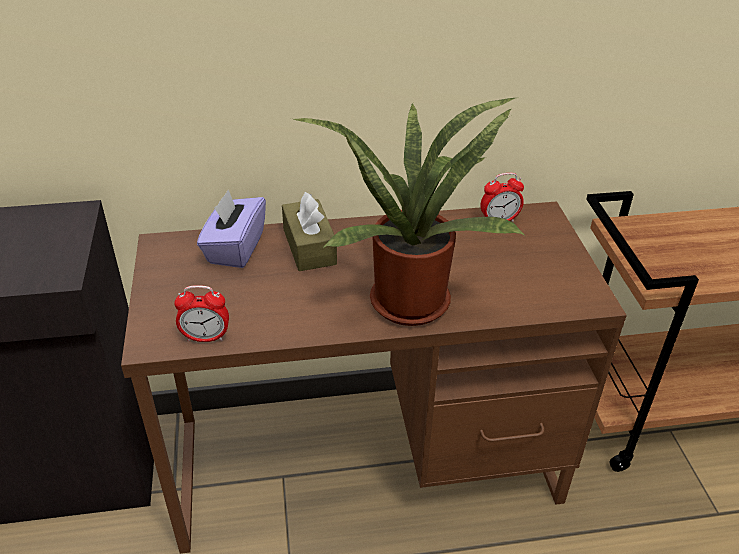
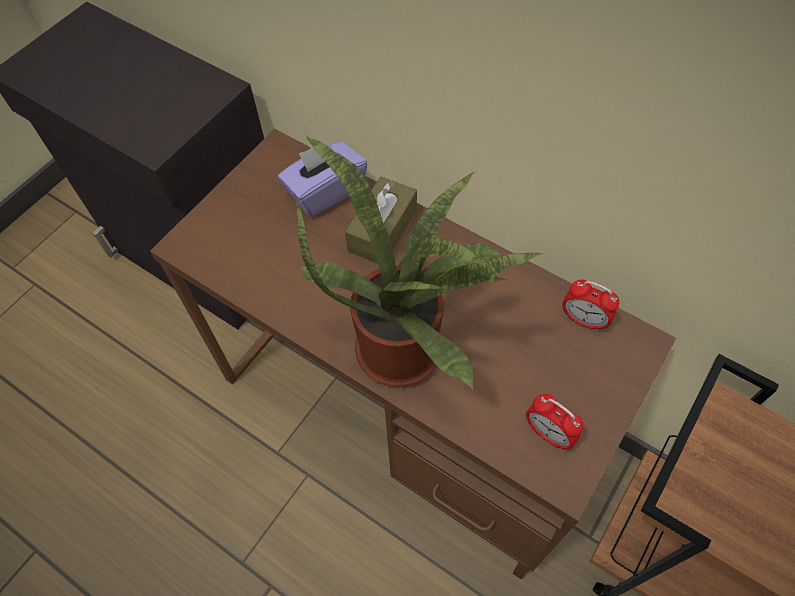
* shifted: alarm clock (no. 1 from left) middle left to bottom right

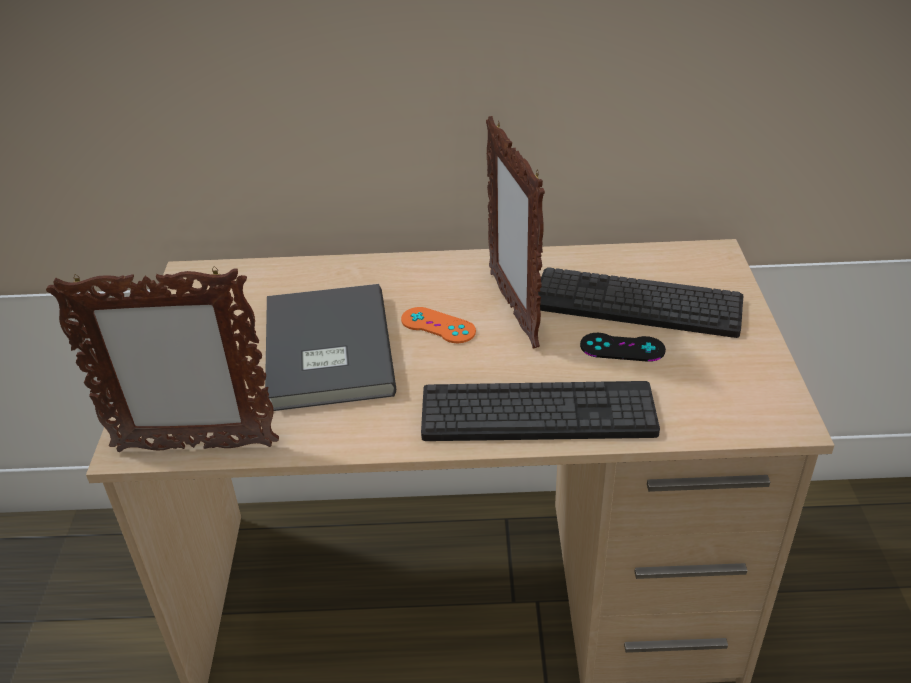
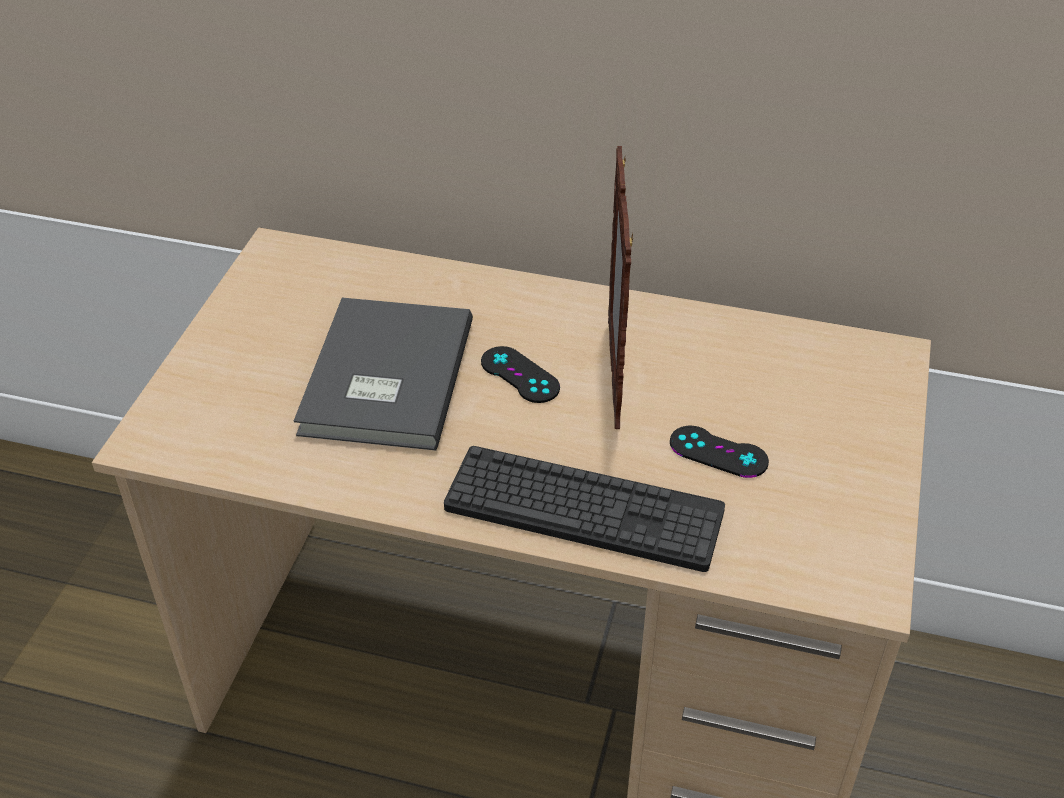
* gone: picture frame (no. 1 from left) middle left
* gone: keyboard (no. 2 from left) middle right
* repainted: game controller/orange centre to game controller/black (no. 1 from left) centre

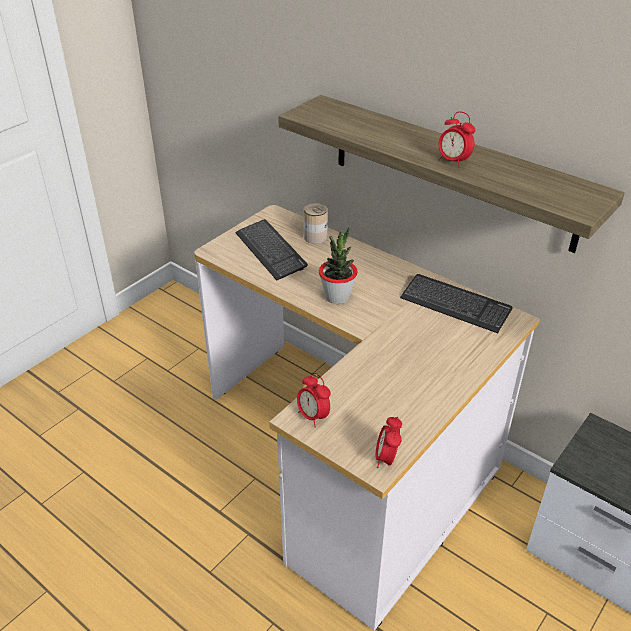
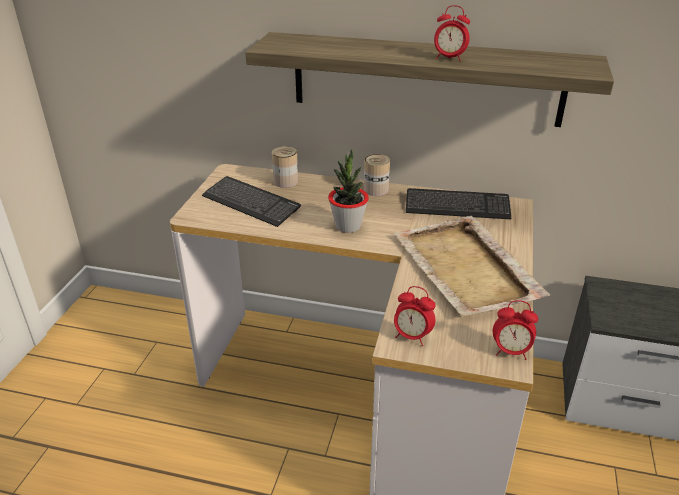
* new: can (no. 2 from left) centre
* new: tray/beige middle right
* rotated: alarm clock (no. 2 from left in the first image) bottom centre = bottom right 60 degrees counterclockwise

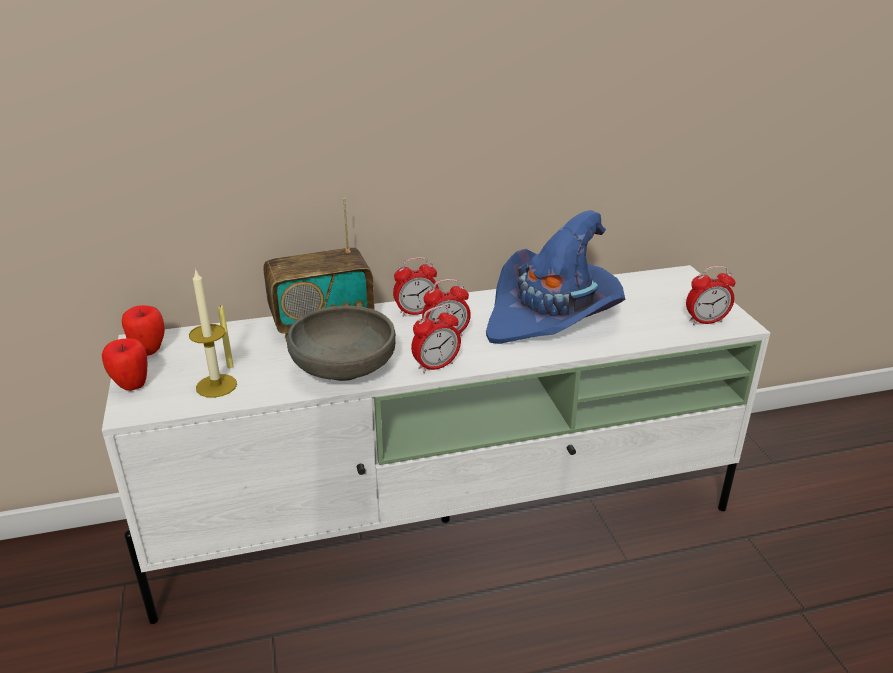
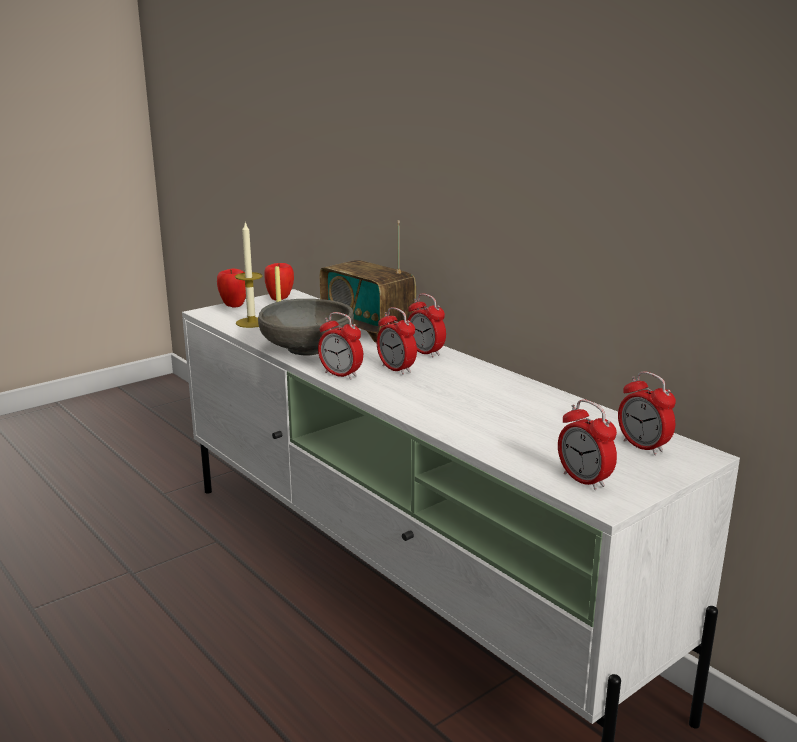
* gone: hat/blue centre
* new: alarm clock (no. 5 from left) middle right

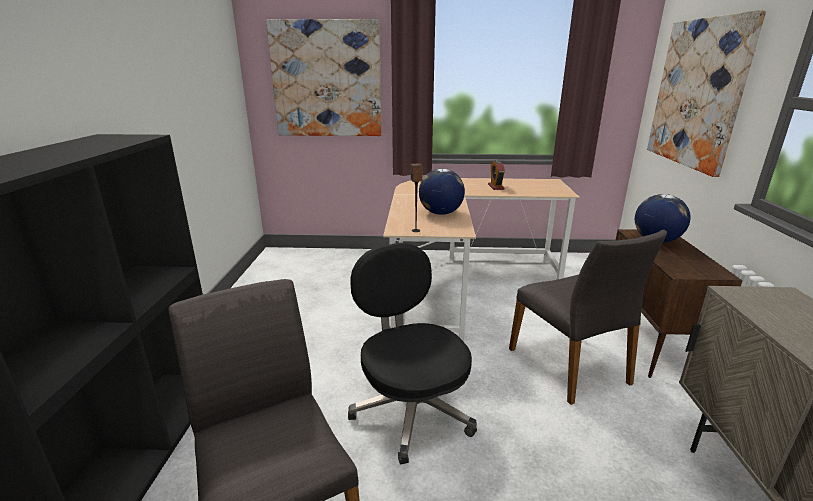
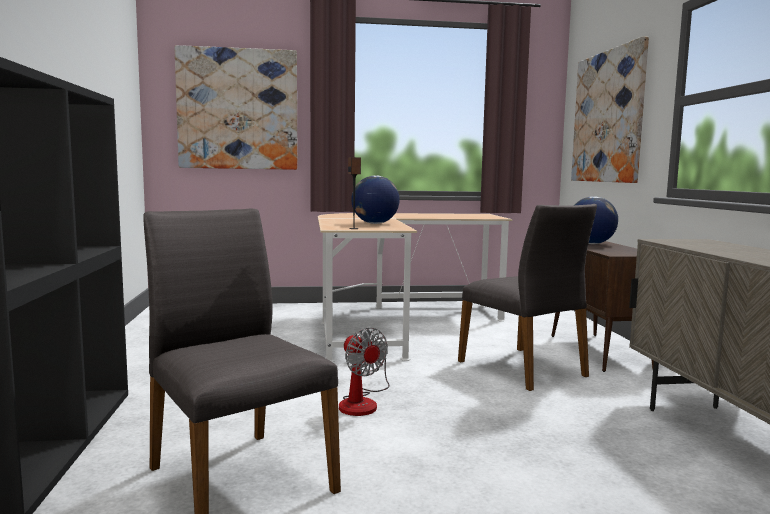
* gone: alarm clock centre
* swapped: office chair/black bottom centre to fan bottom centre

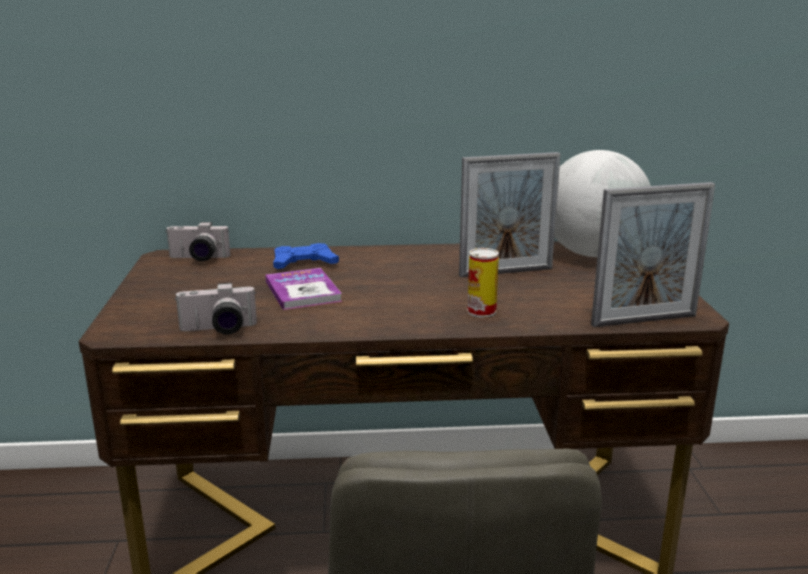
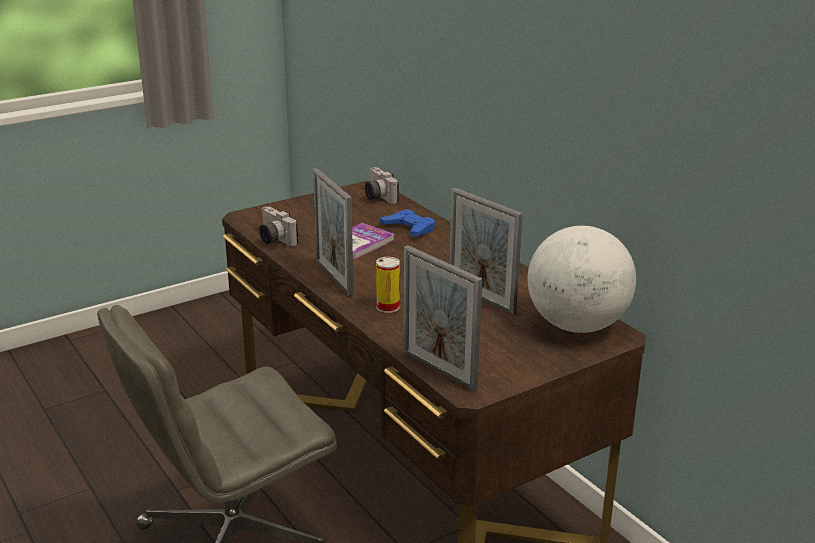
* new: picture frame (no. 1 from left) centre

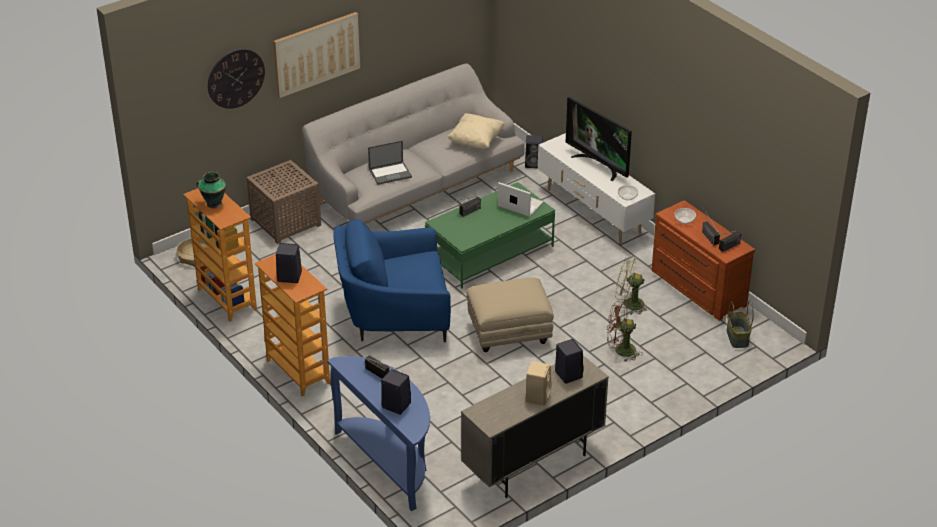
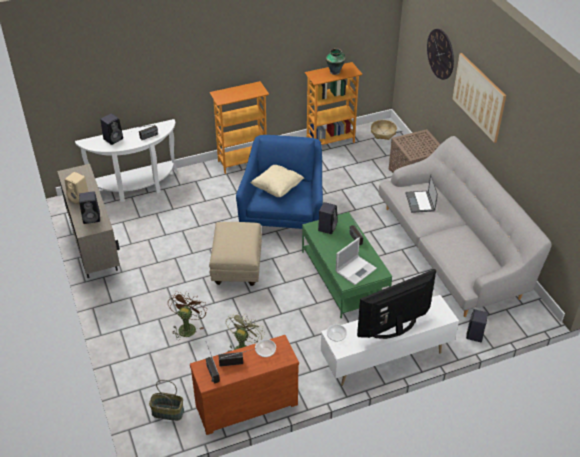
* shifted: speaker/black (no. 1 from left in the first image) middle left to speaker/black (no. 3 from left) centre
* shifted: pillow/beige top centre to centre
* repainted: console table/blue bottom centre to console table/white middle left

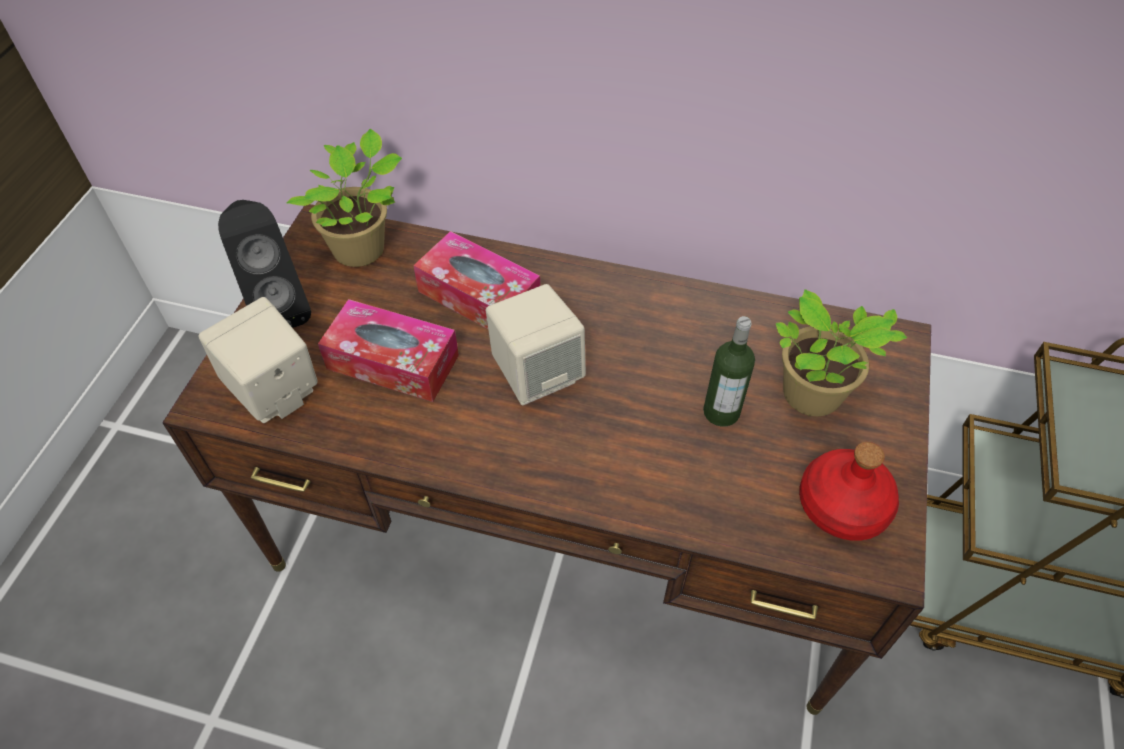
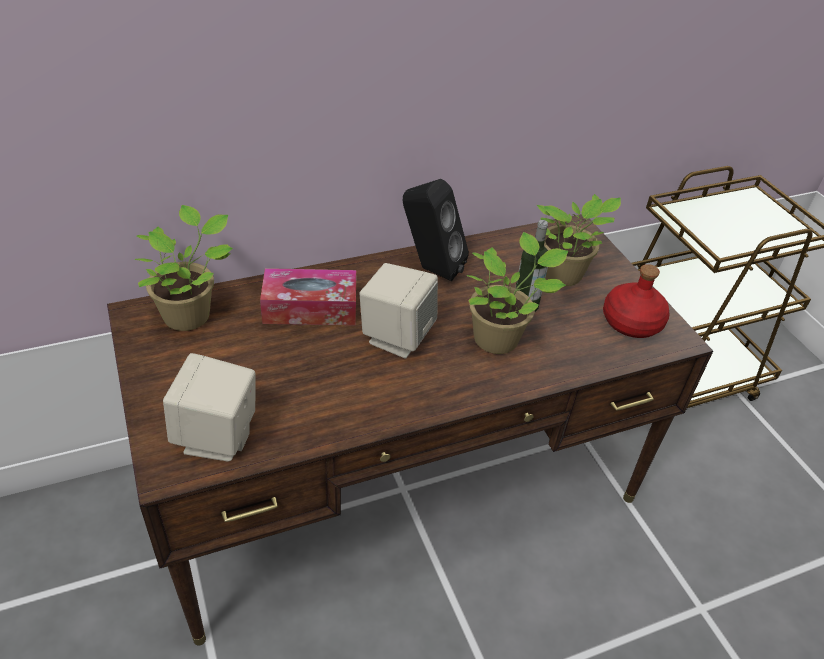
* gone: tissue box (no. 1 from left) centre
* new: potted plant (no. 2 from left) centre
* shifted: speaker/black middle left to centre

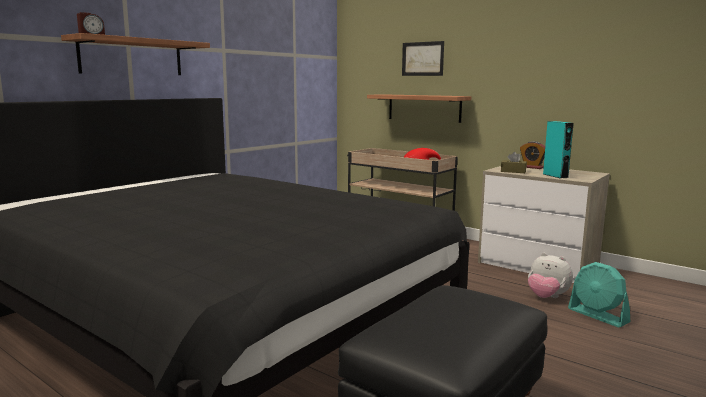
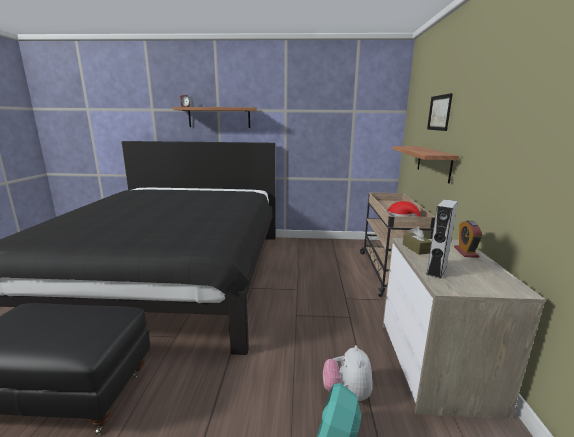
* repainted: speaker/turquoise middle right to speaker/grey middle right

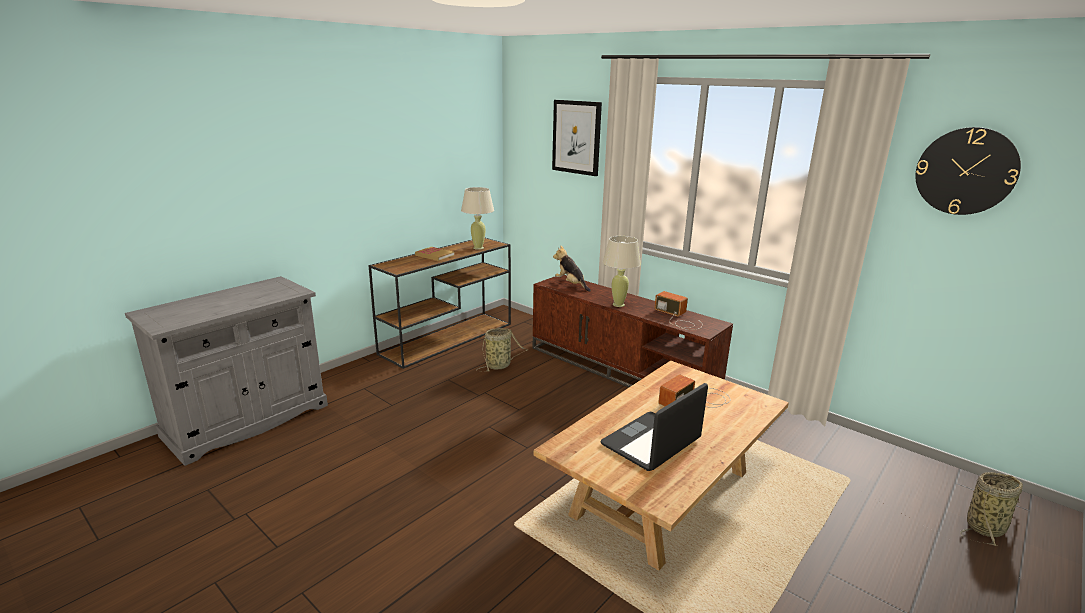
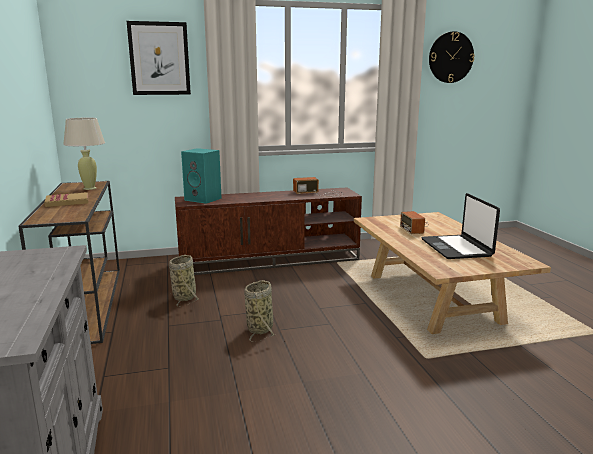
* gone: table lamp/beige (no. 2 from left) centre
* shifted: basket (no. 2 from left) bottom right to bottom centre
* swapped: plush toy centre to speaker/turquoise centre

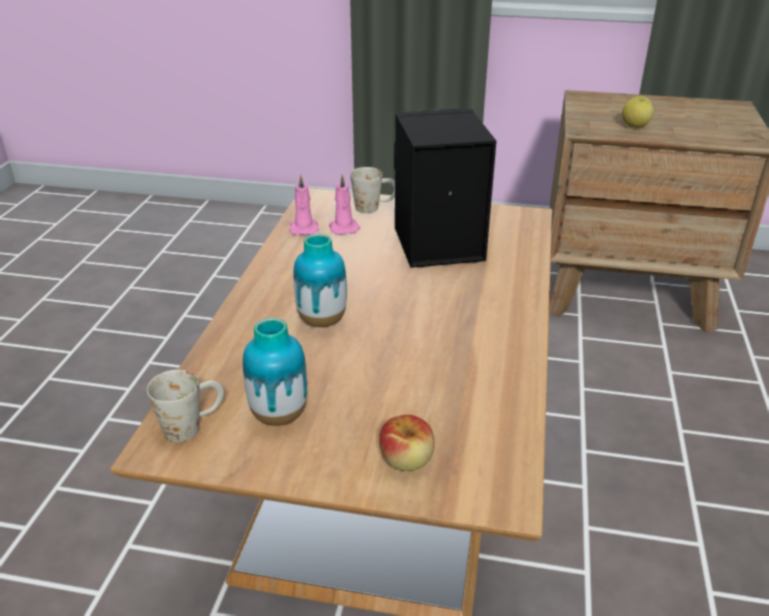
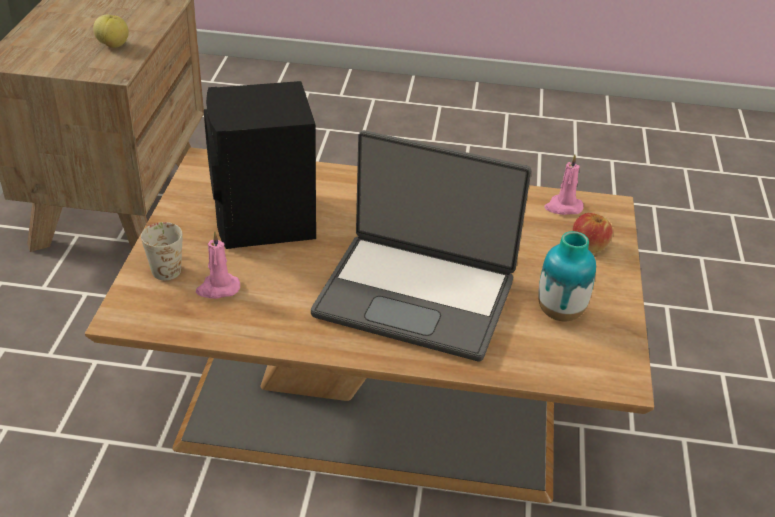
* gone: mug/white (no. 1 from left) middle left
* shifted: candle/pink (no. 1 from left in the first image) top centre to candle/pink (no. 2 from left) middle right
* swapped: vase (no. 2 from left) centre to laptop centre

